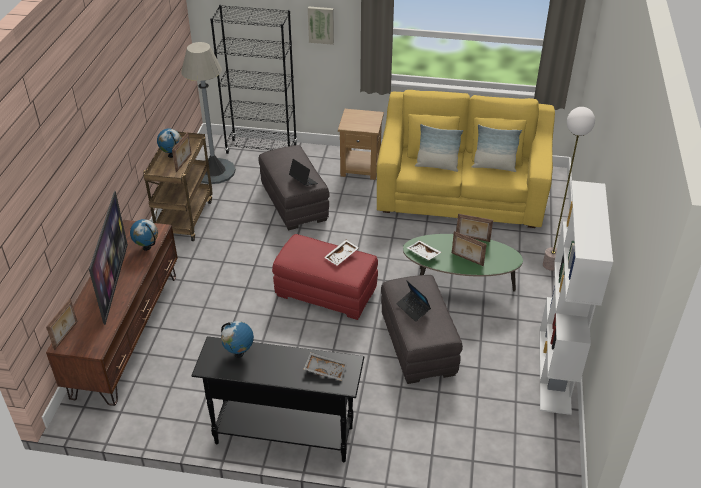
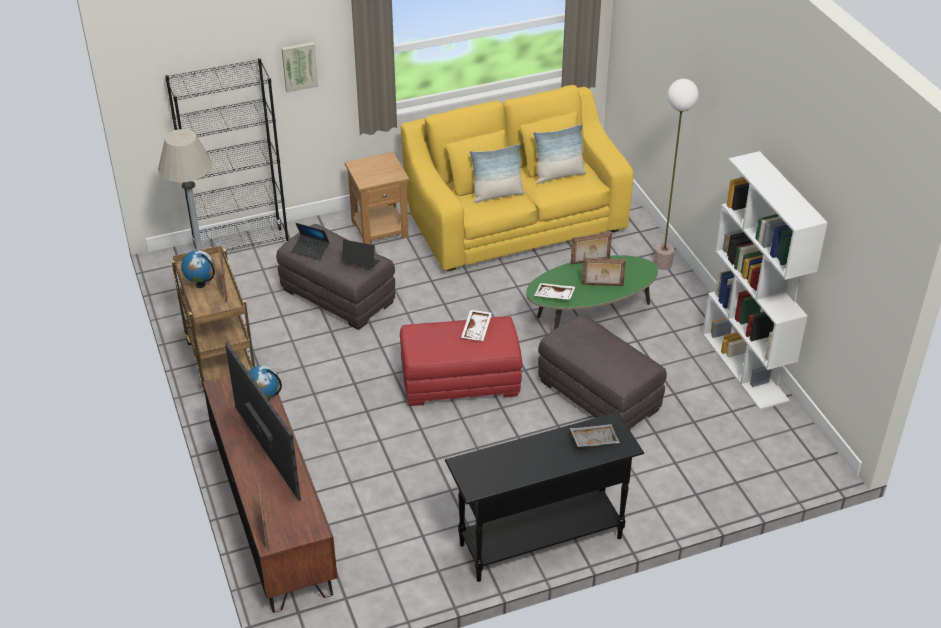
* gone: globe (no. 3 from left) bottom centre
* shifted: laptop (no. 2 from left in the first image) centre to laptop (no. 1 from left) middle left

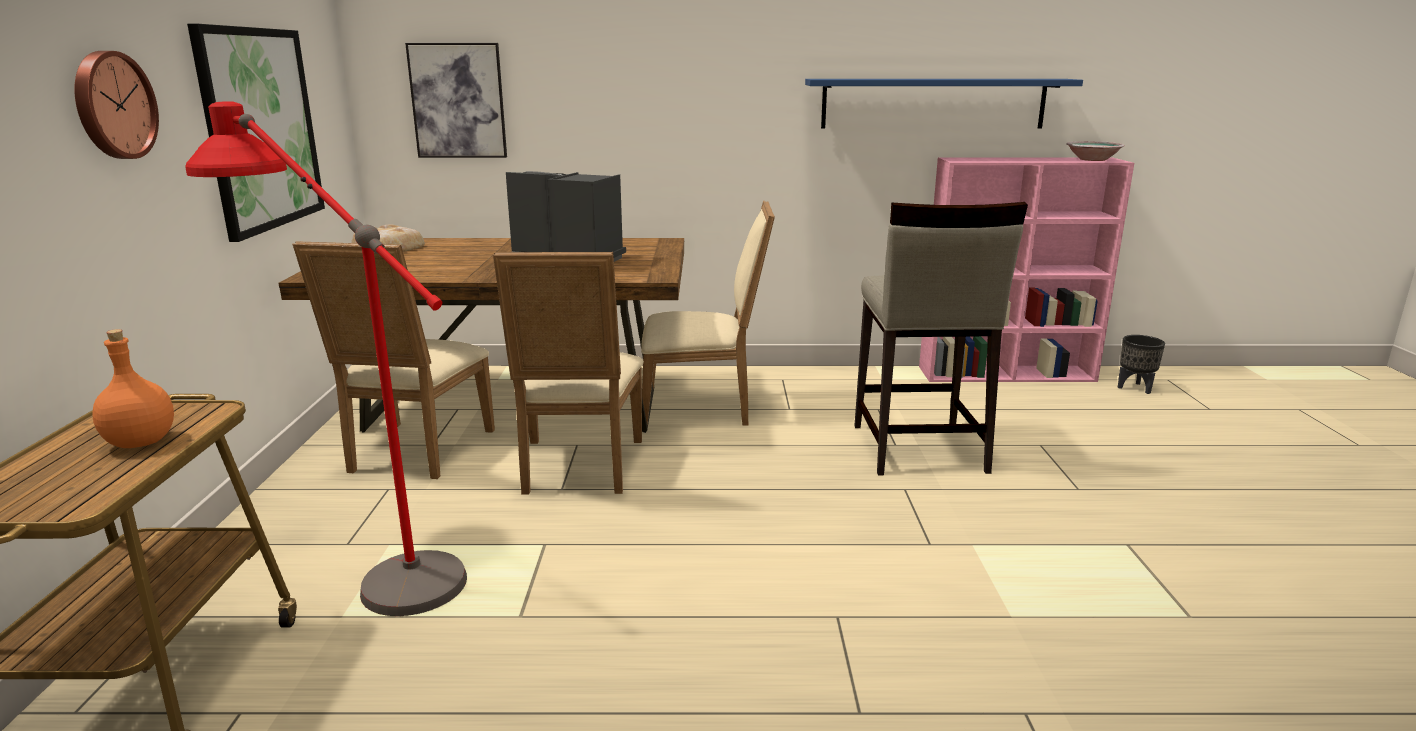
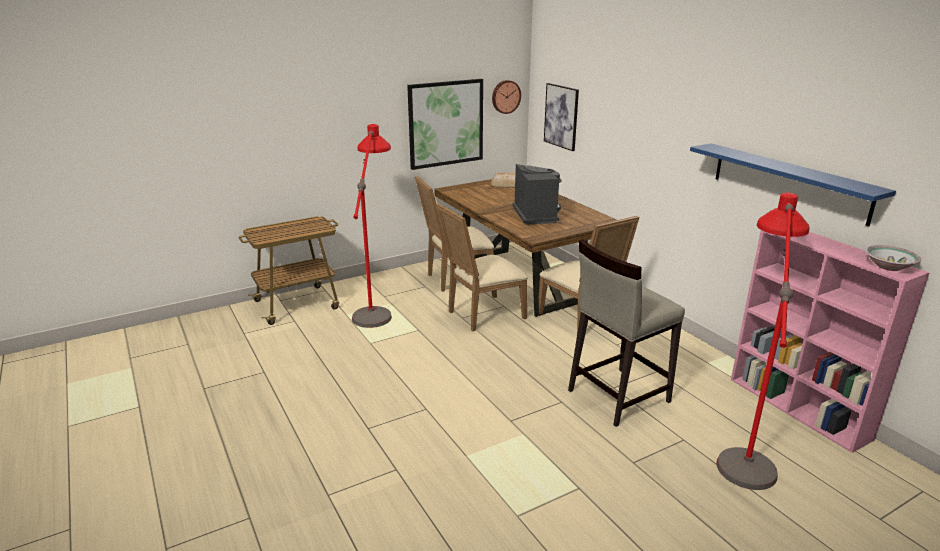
* gone: bottle/orange middle left
* gone: planter/black middle right
* new: floor lamp/red (no. 2 from left) middle right
* shifted: wall clock top left to top centre

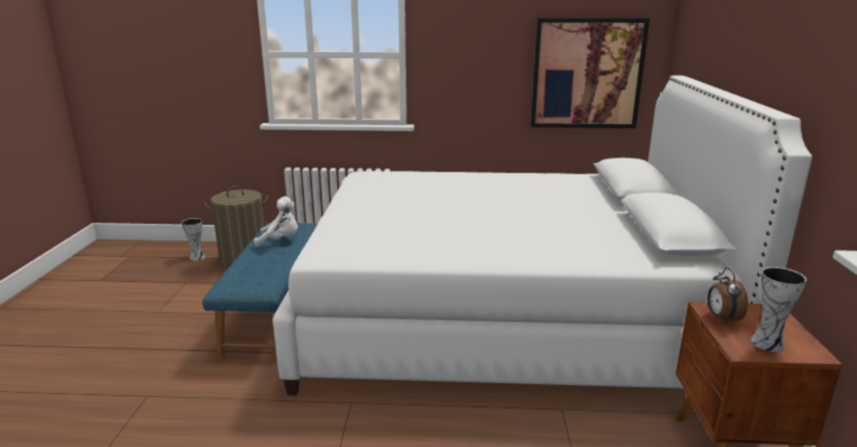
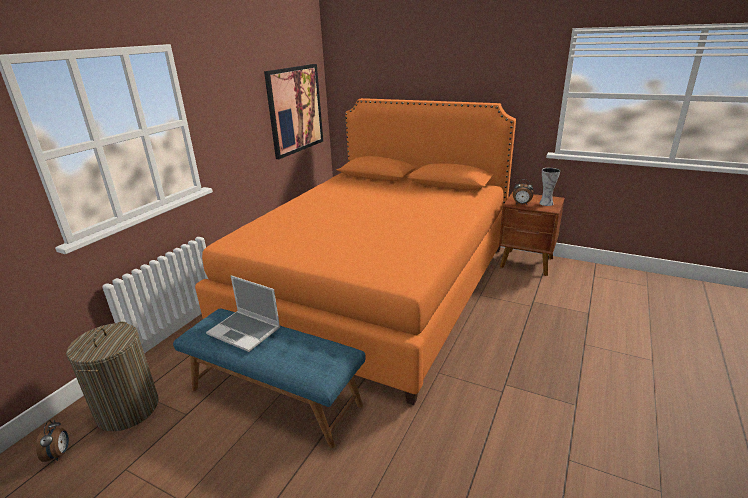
* swapped: vase (no. 1 from left) middle left to alarm clock (no. 1 from left) bottom left
* swapped: plush toy/white middle left to laptop middle left
* repainted: bed/white centre to bed/orange centre

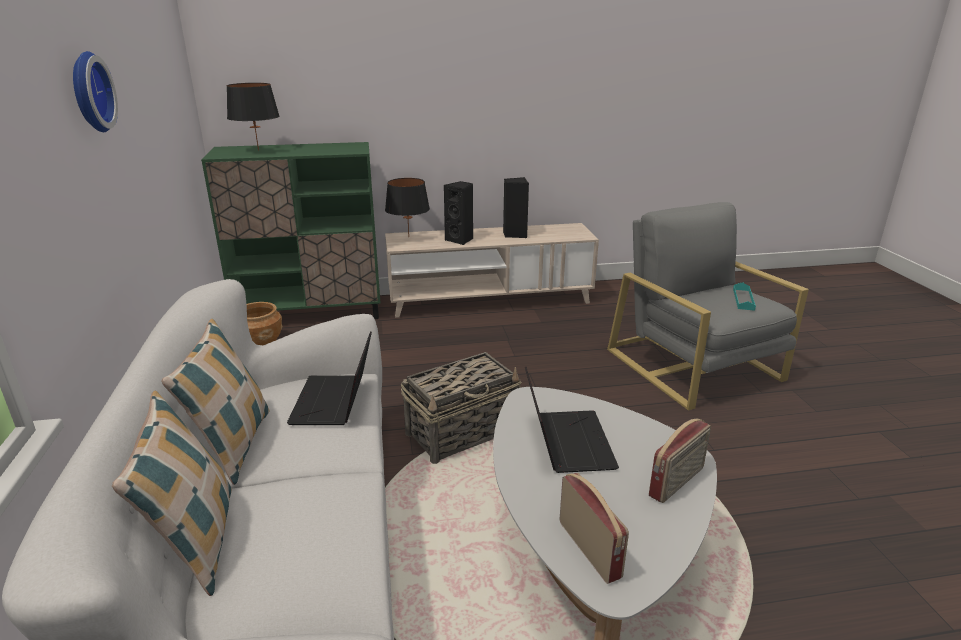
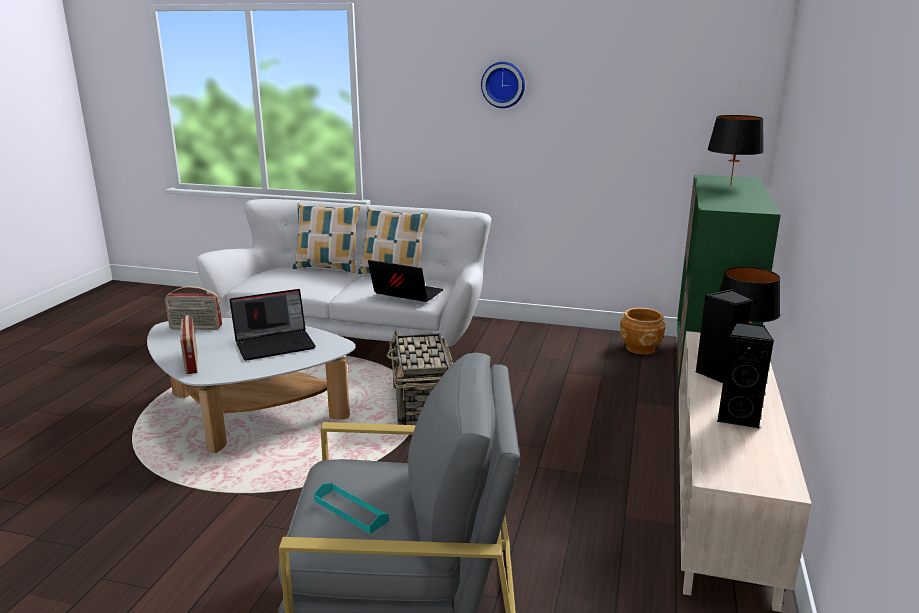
* rotated: laptop (no. 2 from left in the first image) centre = middle left 45 degrees counterclockwise

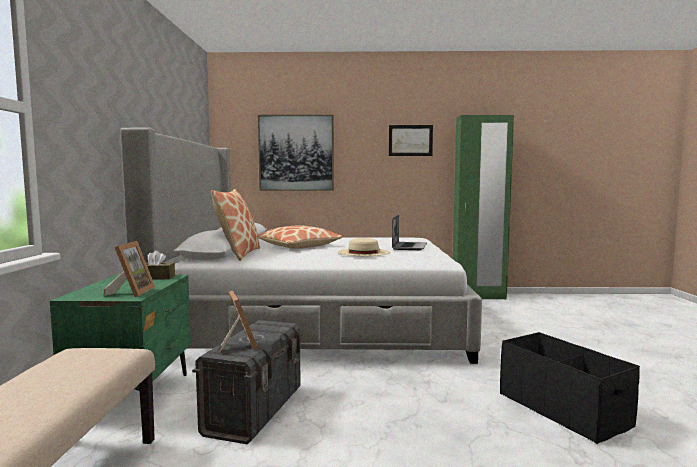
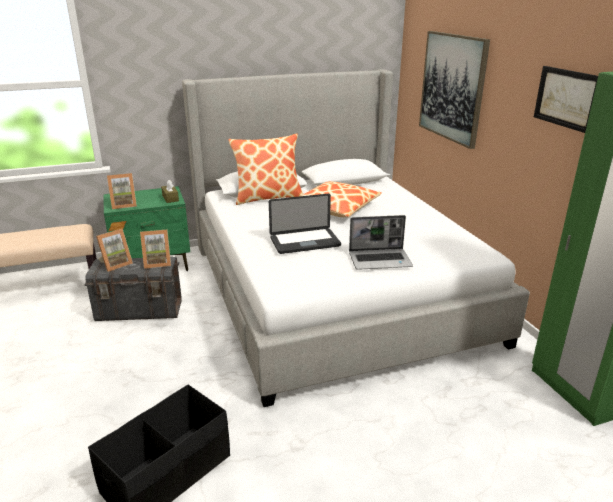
* new: picture frame (no. 3 from left) middle left
* swapped: hat/beige centre to laptop (no. 1 from left) centre

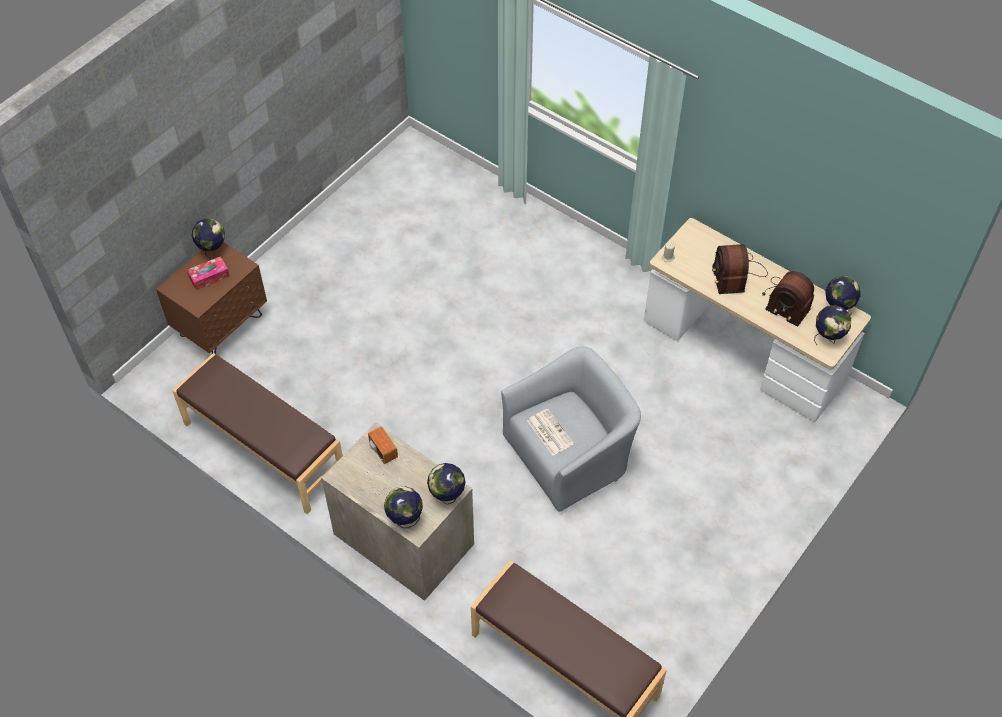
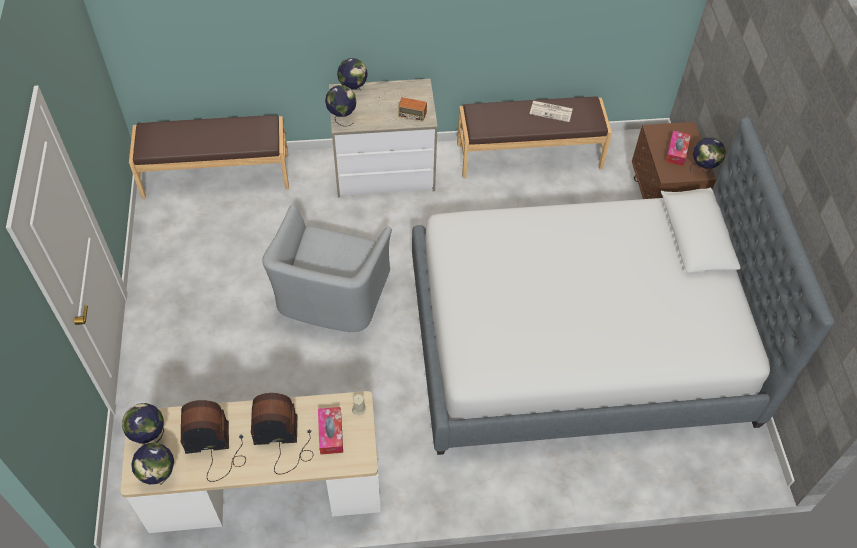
* new: tissue box (no. 1 from left) bottom centre
* new: bed middle right
* shifted: newspaper centre to top centre
* rotated: radio (no. 2 from left) middle right = bottom left 45 degrees counterclockwise

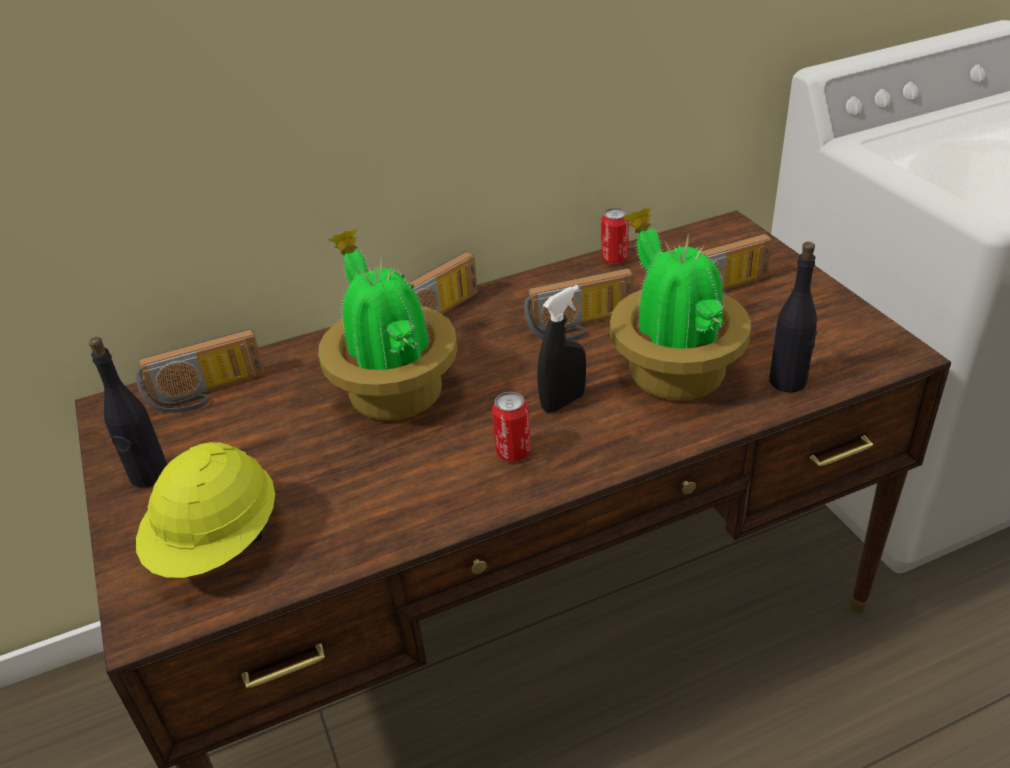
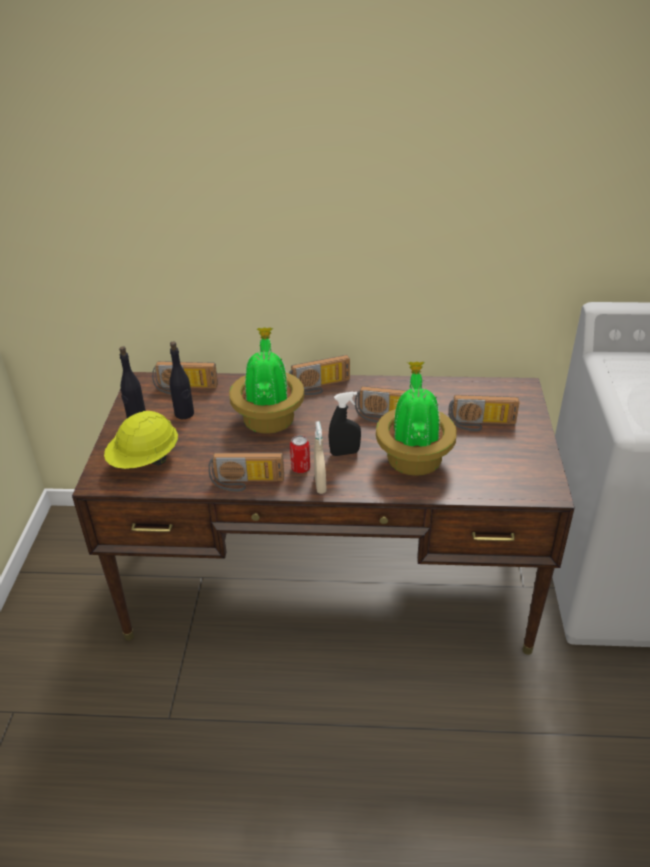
* gone: can (no. 2 from left) top centre
* new: radio (no. 2 from left) centre
* new: spray bottle/beige centre
* shifted: bottle/black (no. 2 from left) middle right to middle left

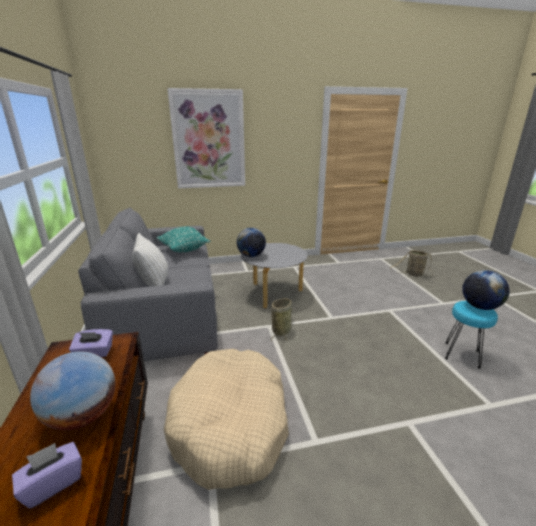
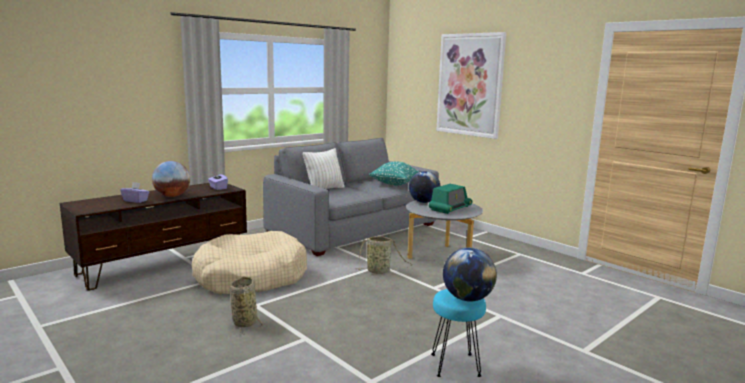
* new: radio centre
* shifted: basket (no. 2 from left in the first image) middle right to basket (no. 1 from left) bottom left

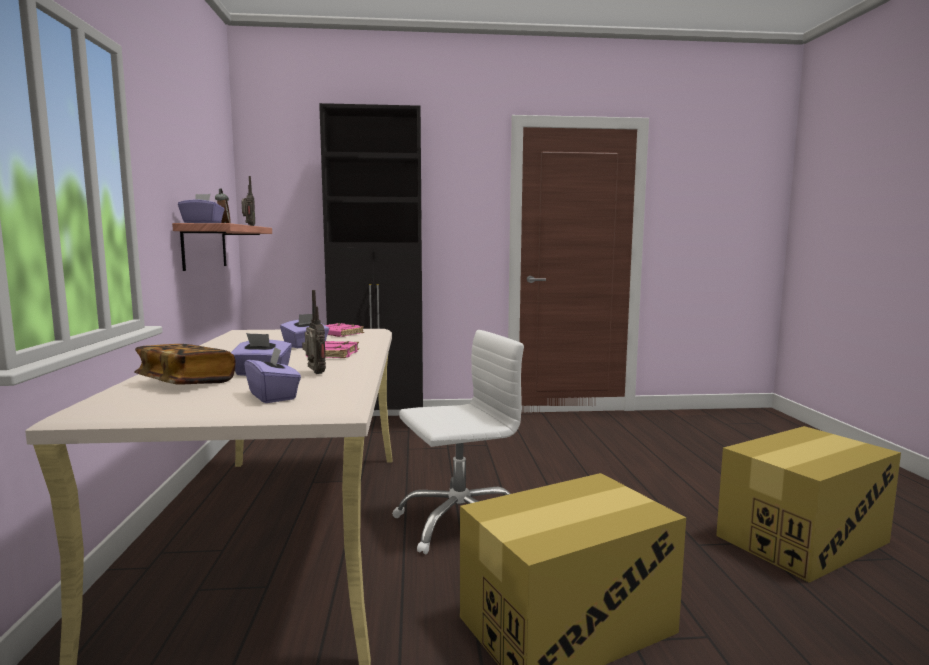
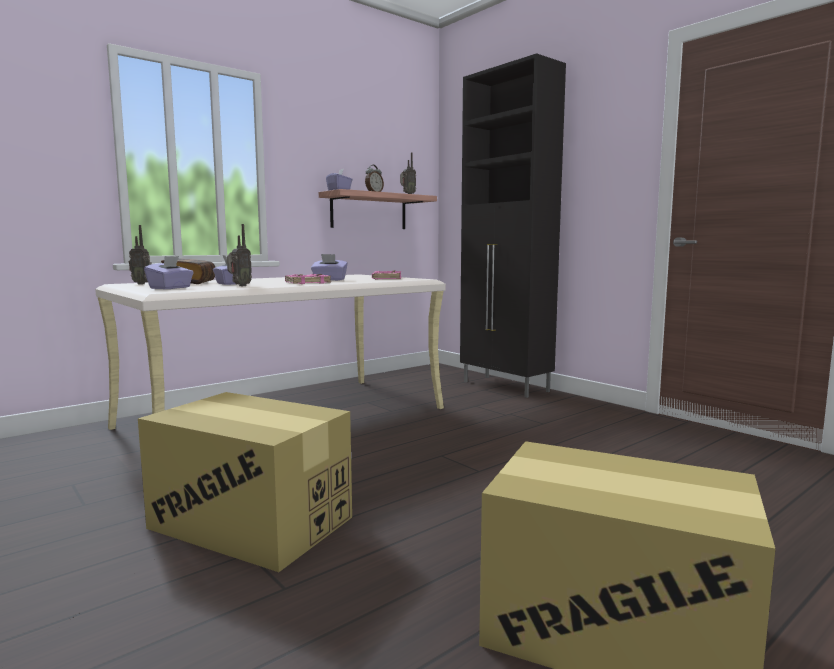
* gone: office chair/white centre
* new: radio (no. 1 from left) middle left

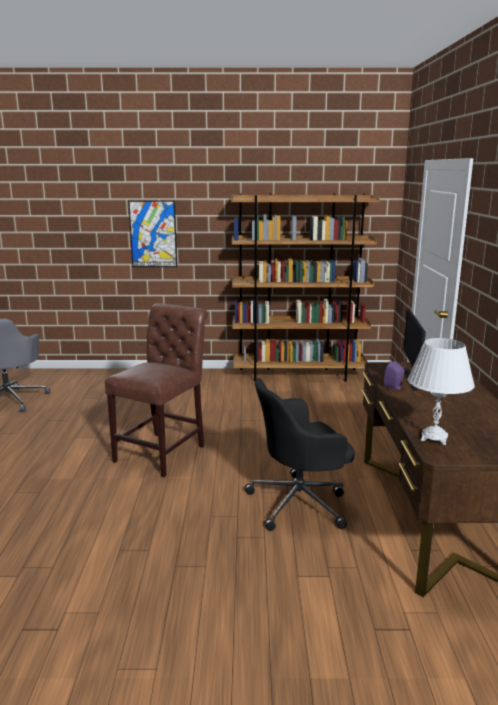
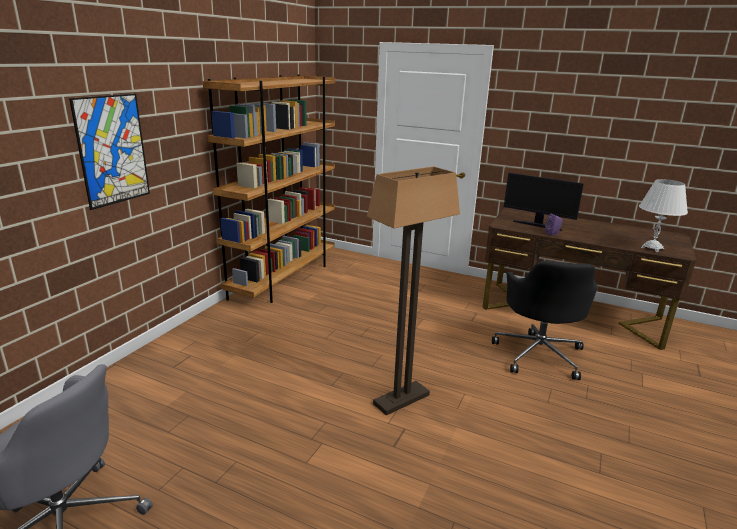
* swapped: chair/brown middle left to floor lamp centre

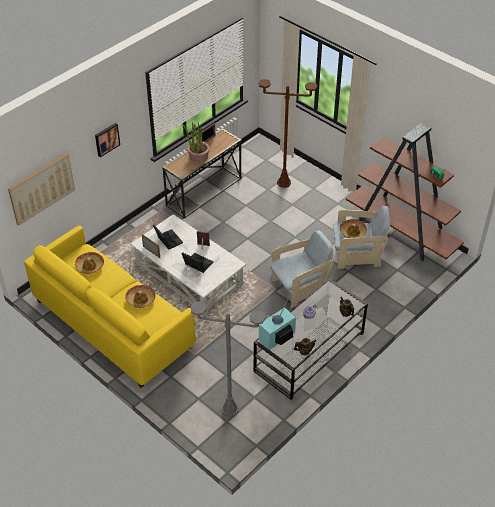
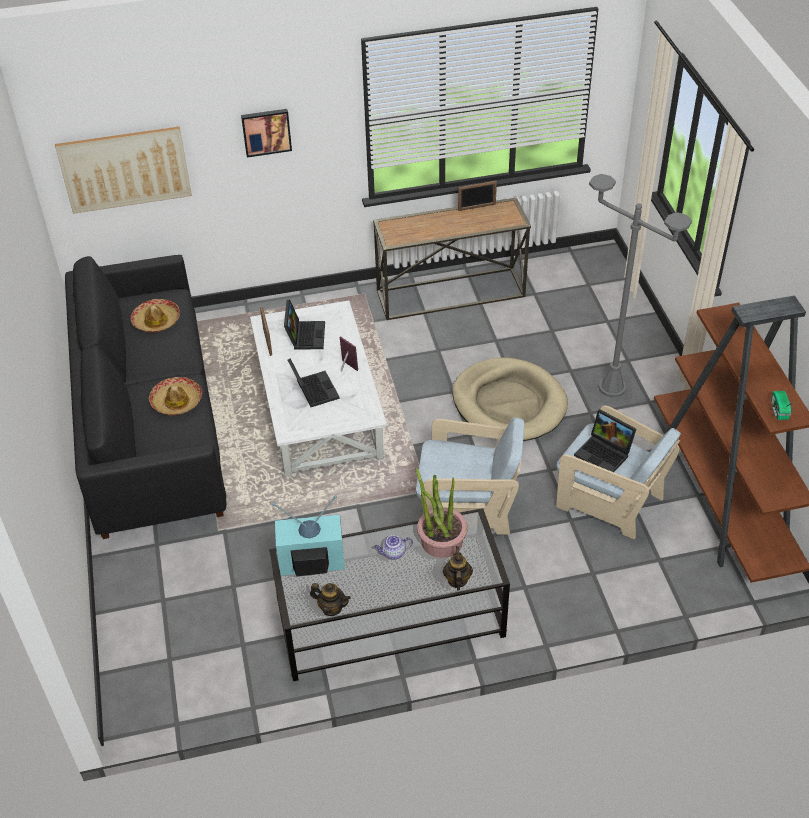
* gone: floor lamp/brown top centre
* new: dog bed/beige centre
* shifted: potted plant top centre to centre
* shifted: floor lamp/grey bottom centre to middle right
* swapped: hat (no. 3 from left) middle right to laptop (no. 3 from left) middle right
* repainted: sofa/yellow middle left to sofa/black middle left

